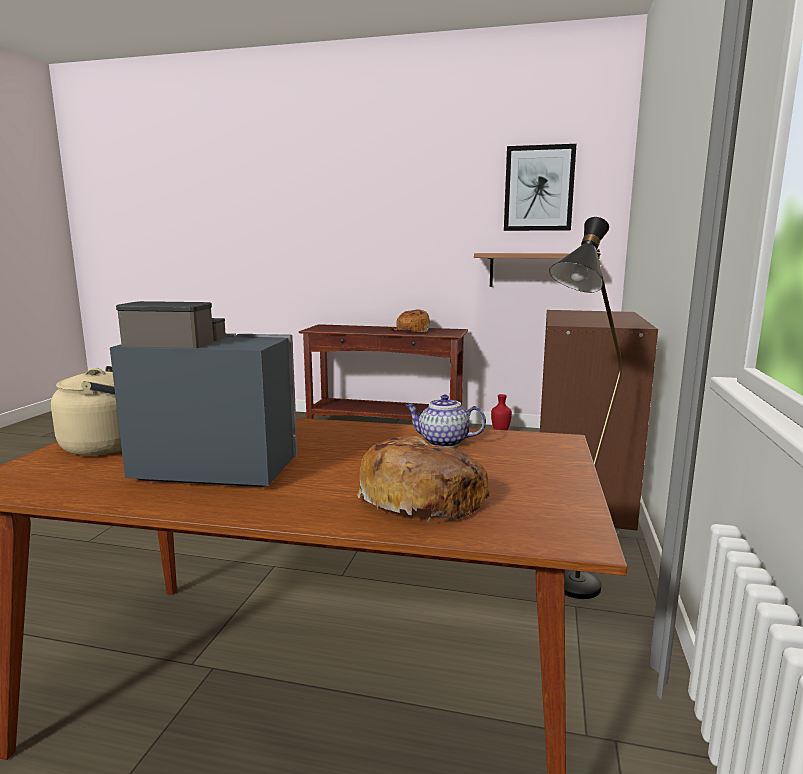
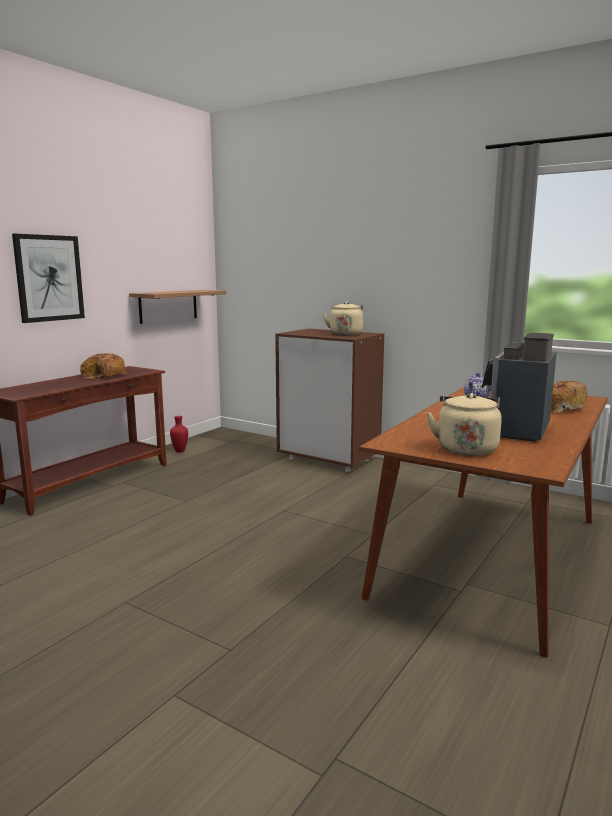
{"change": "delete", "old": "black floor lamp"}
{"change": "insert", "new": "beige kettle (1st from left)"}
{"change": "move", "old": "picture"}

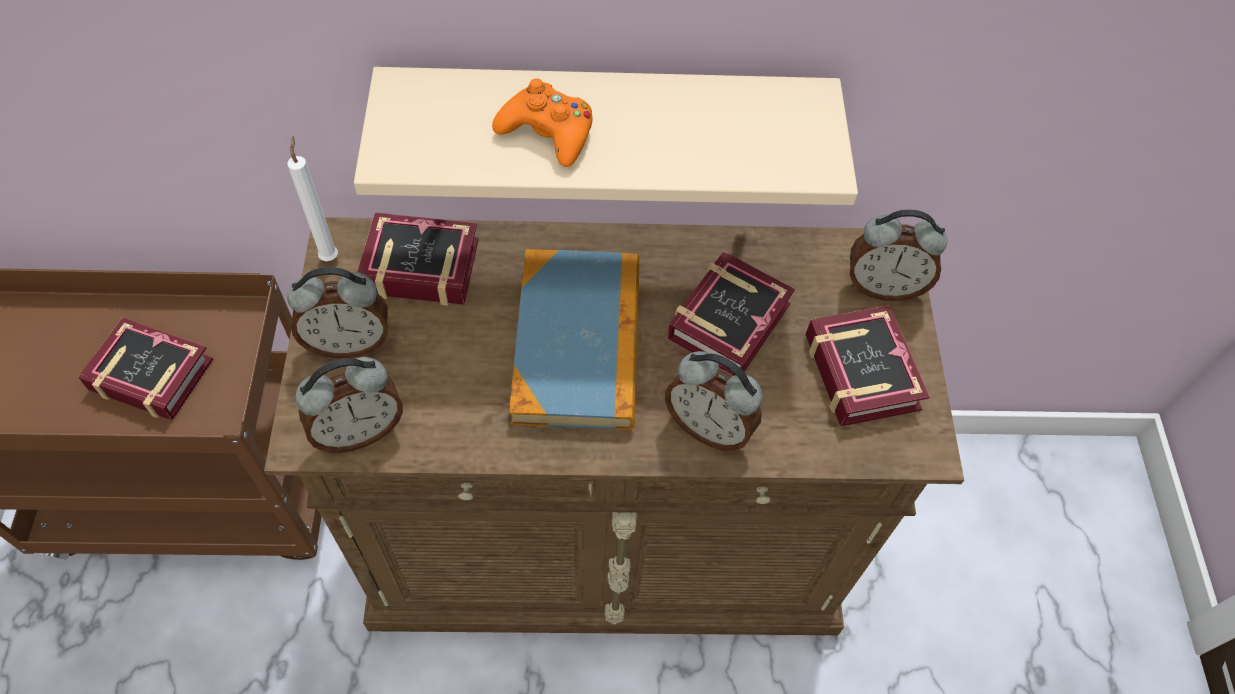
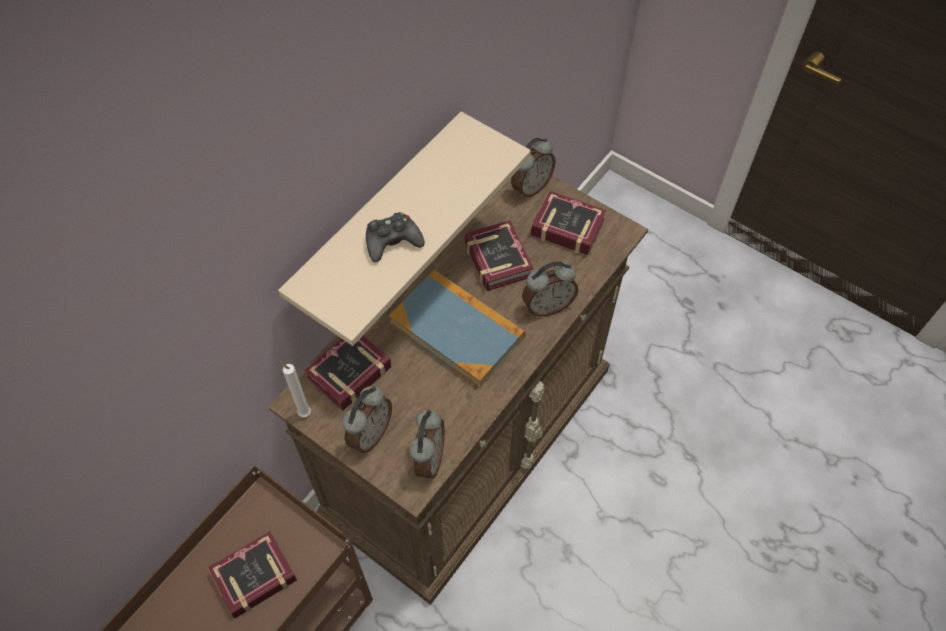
{"change": "recolor", "old": "orange game controller", "new": "black game controller"}

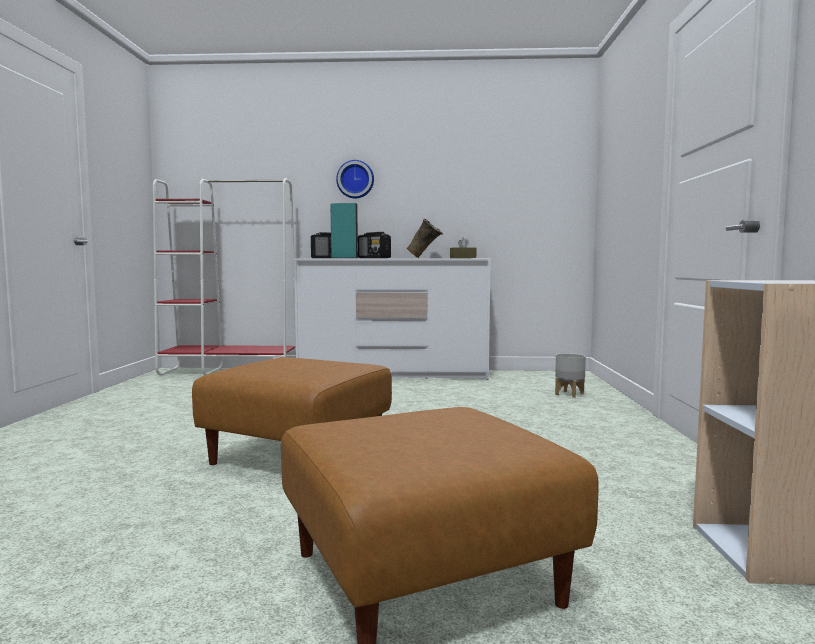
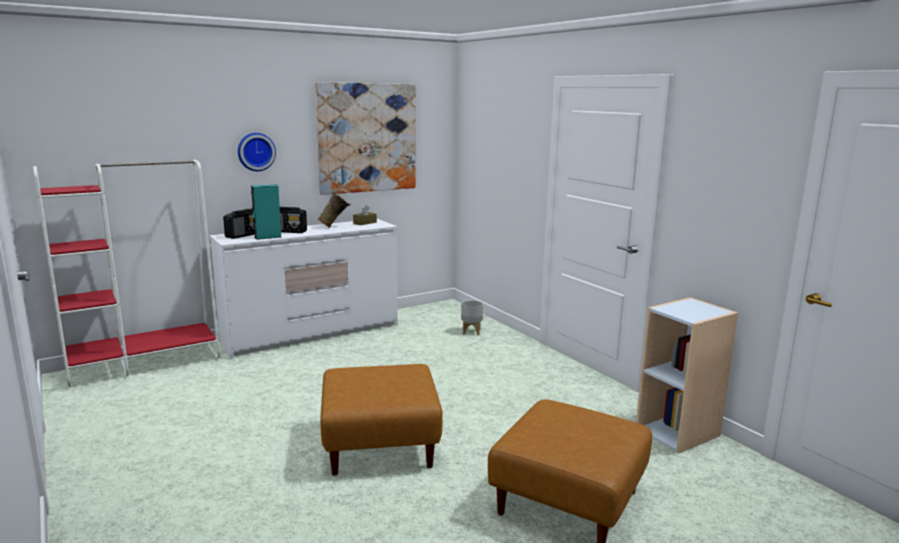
{"change": "insert", "new": "picture"}

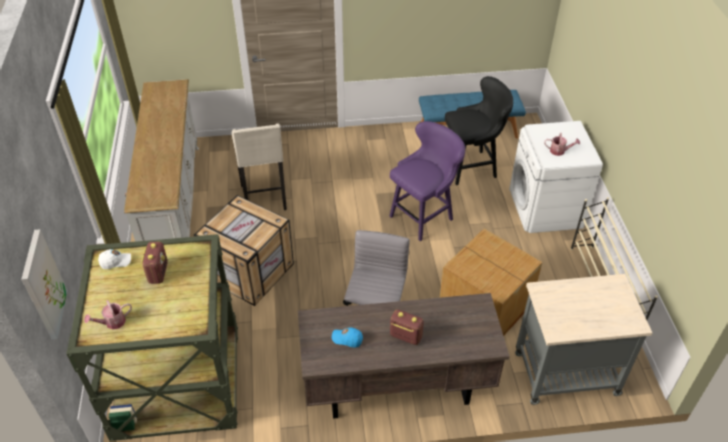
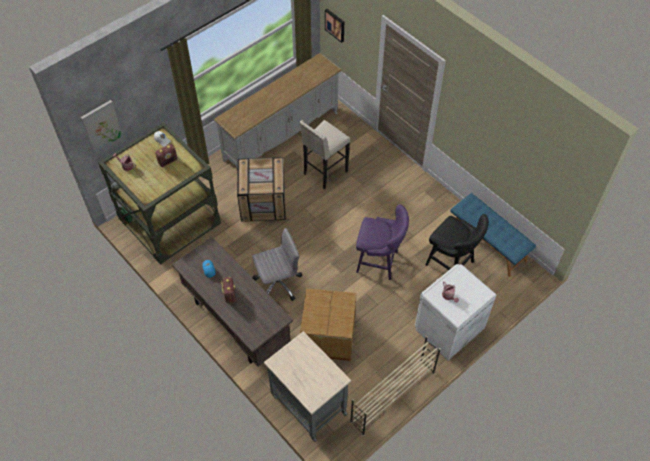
{"change": "insert", "new": "picture (2nd from left)"}

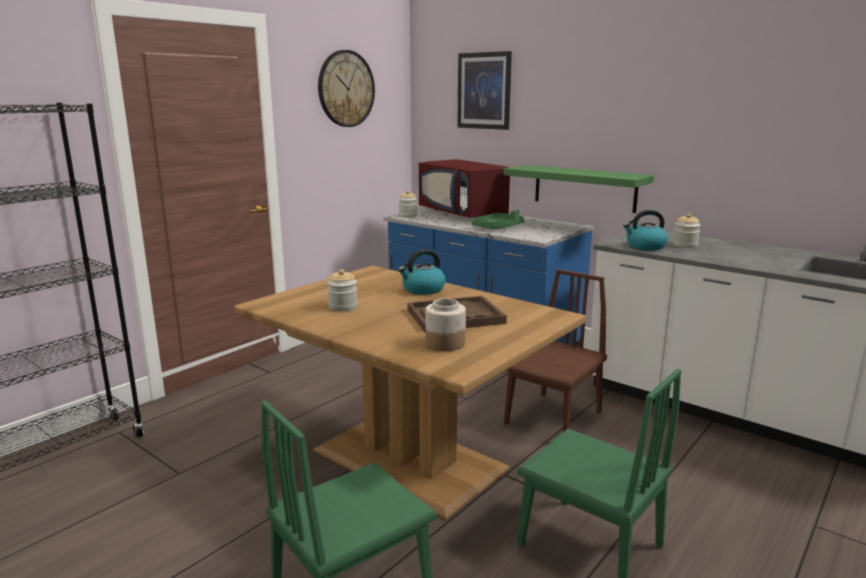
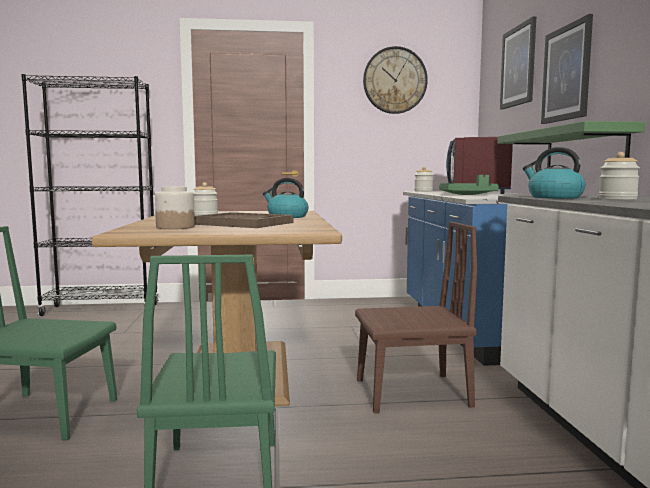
{"change": "insert", "new": "picture (2nd from left)"}

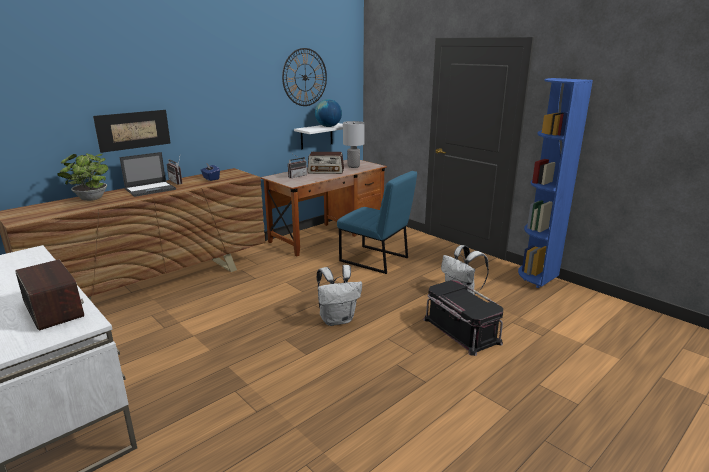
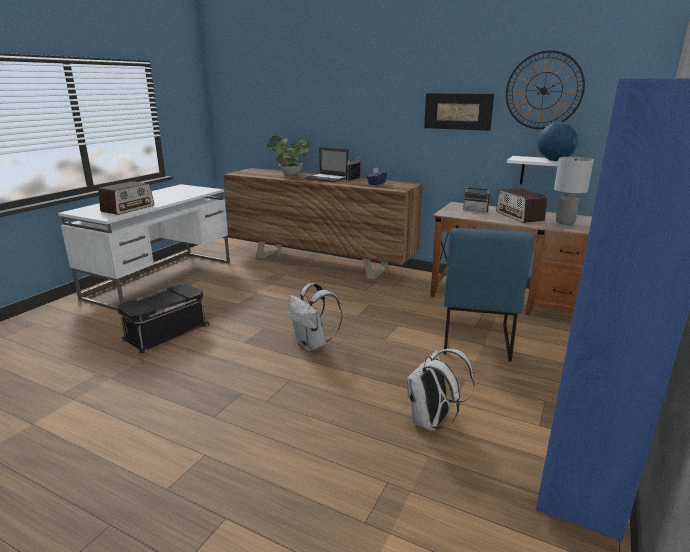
{"change": "move", "old": "picture"}
{"change": "move", "old": "black storage box"}

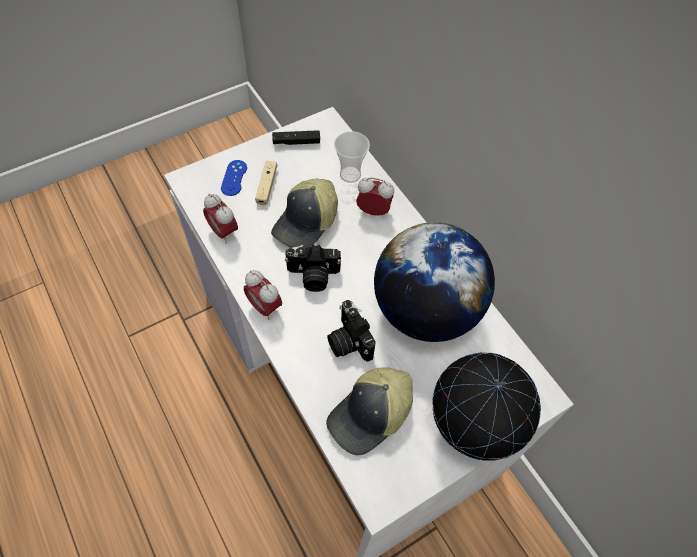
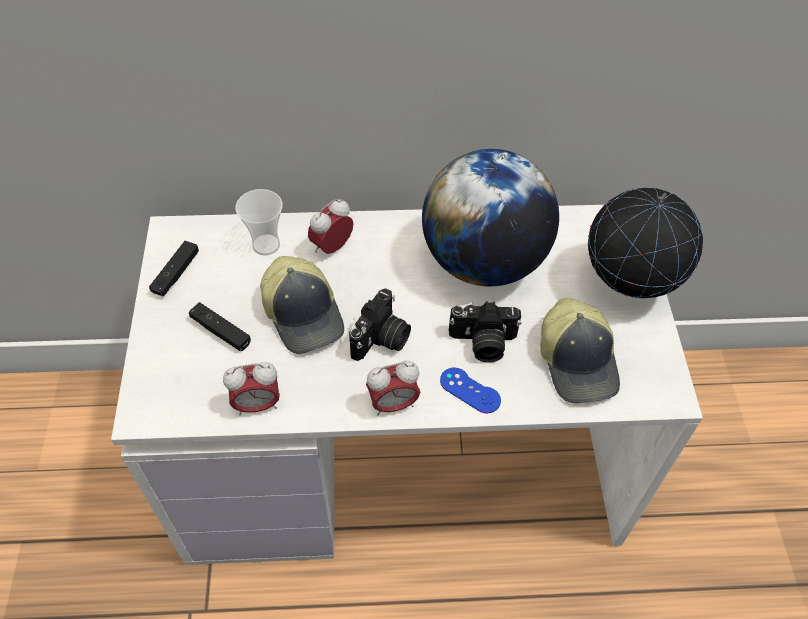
{"change": "move", "old": "blue game controller"}
{"change": "recolor", "old": "beige game controller", "new": "black game controller (2nd from left)"}

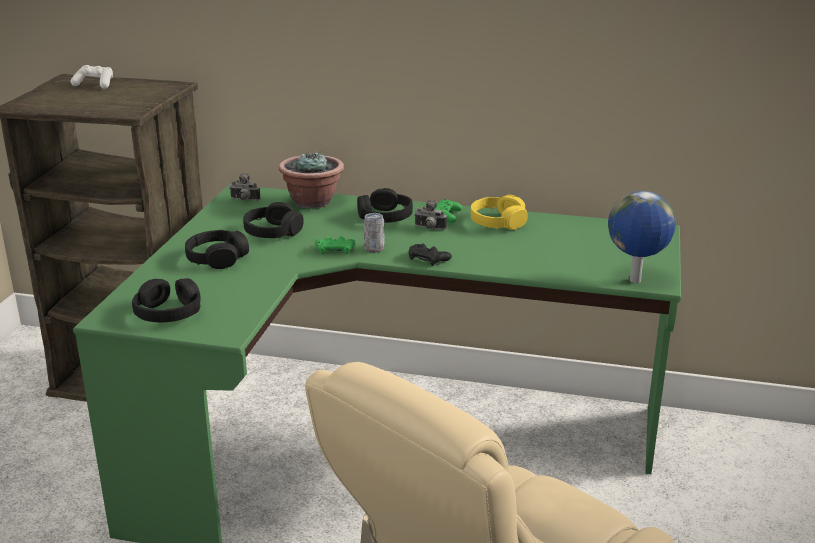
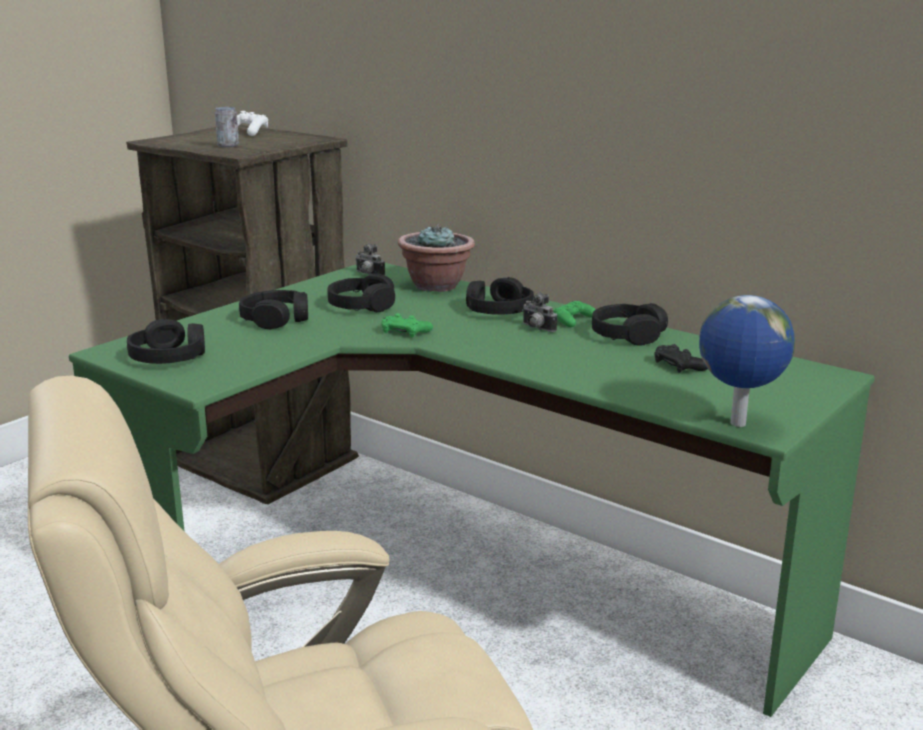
{"change": "move", "old": "can"}
{"change": "move", "old": "black game controller"}
{"change": "recolor", "old": "yellow headphones", "new": "black headphones (5th from left)"}

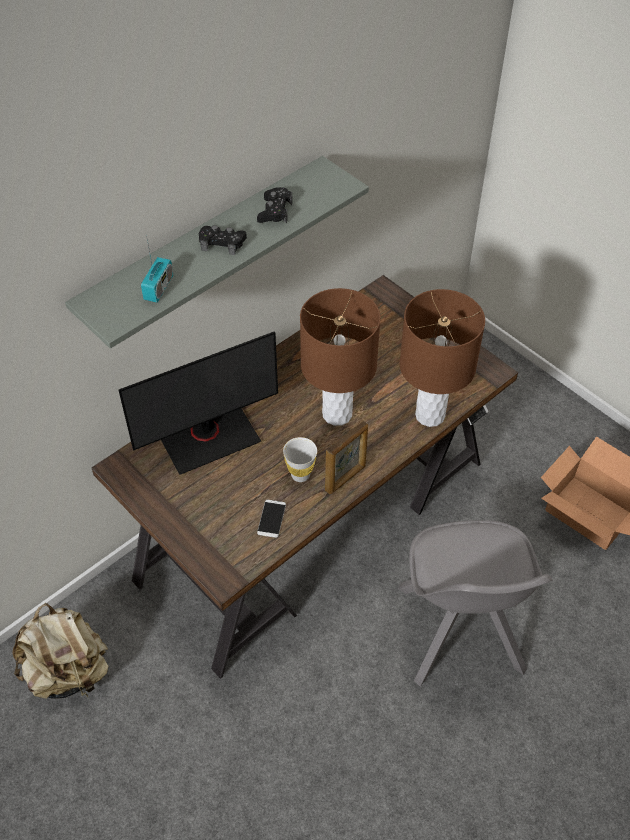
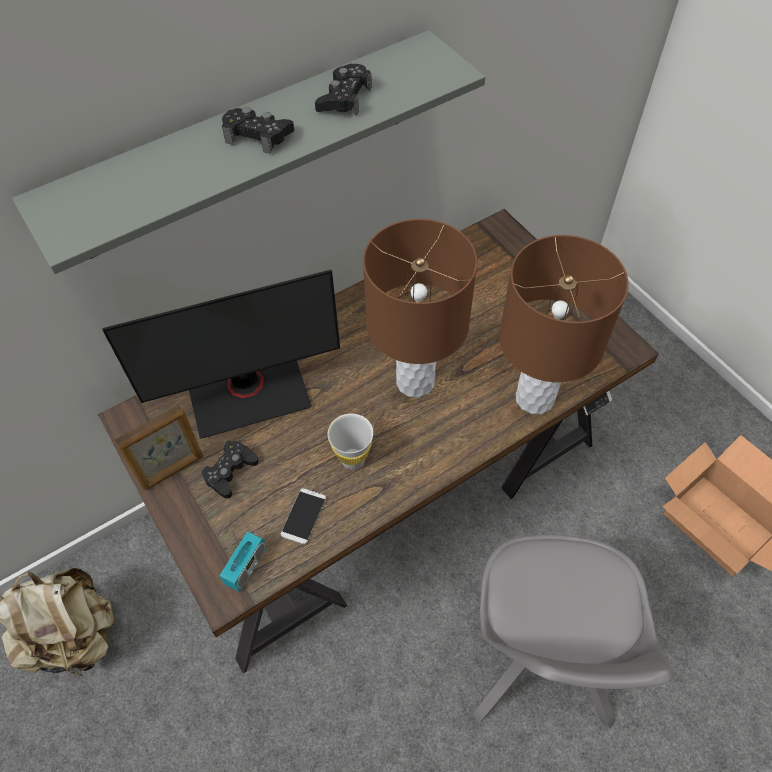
{"change": "insert", "new": "black game controller (1st from left)"}
{"change": "move", "old": "radio"}
{"change": "move", "old": "picture frame"}

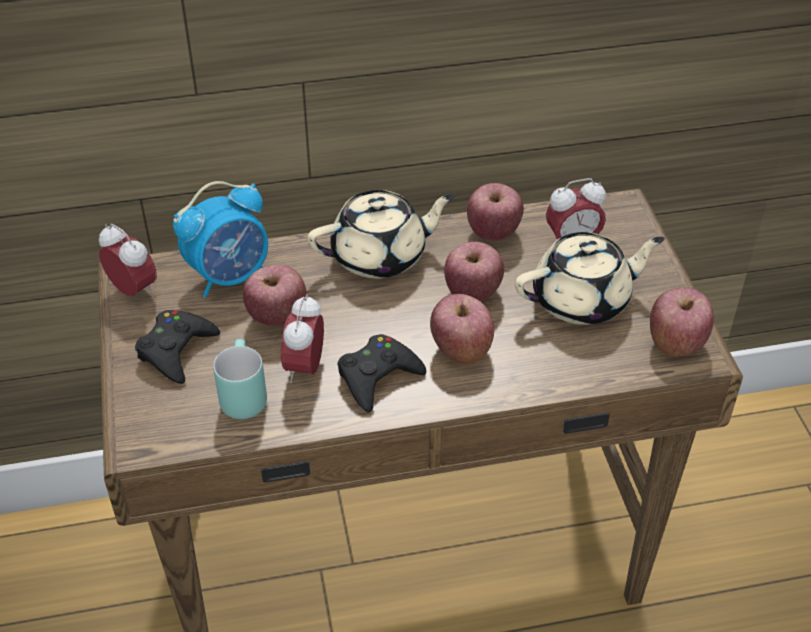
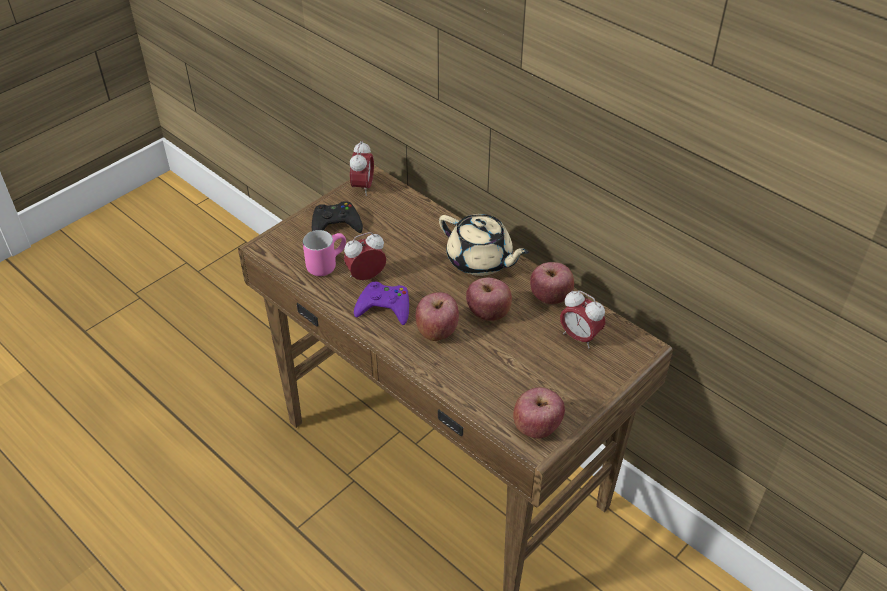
{"change": "delete", "old": "alarm clock (2nd from left)"}
{"change": "delete", "old": "apple (1st from left)"}
{"change": "delete", "old": "beige teapot (2nd from left)"}
{"change": "recolor", "old": "turquoise mug", "new": "pink mug"}
{"change": "recolor", "old": "black game controller (2nd from left)", "new": "purple game controller"}

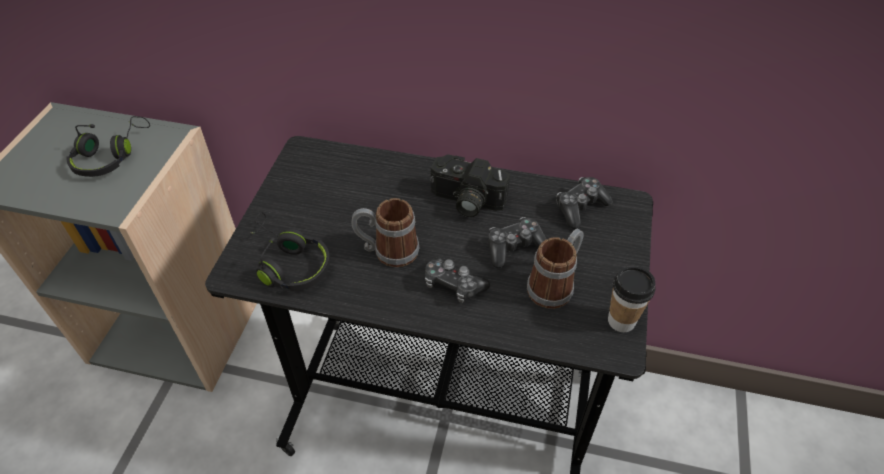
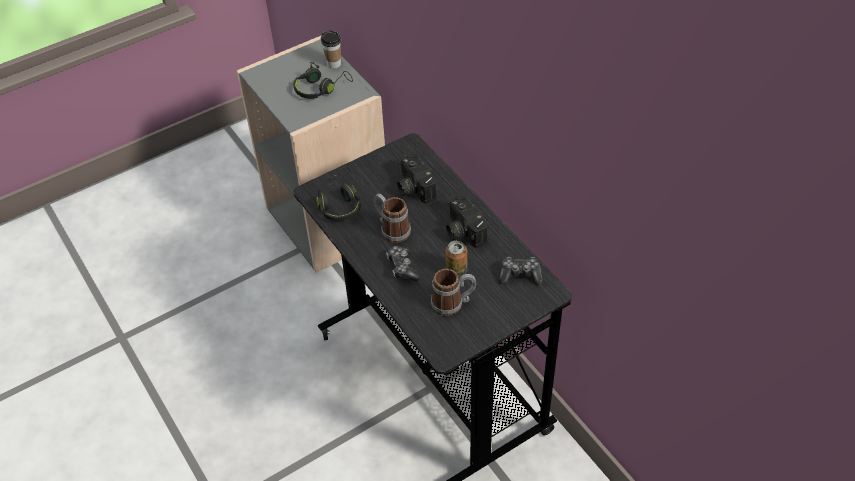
{"change": "insert", "new": "photo camera (1st from left)"}
{"change": "move", "old": "cup"}
{"change": "replace", "old": "game controller (2nd from left)", "new": "can"}

